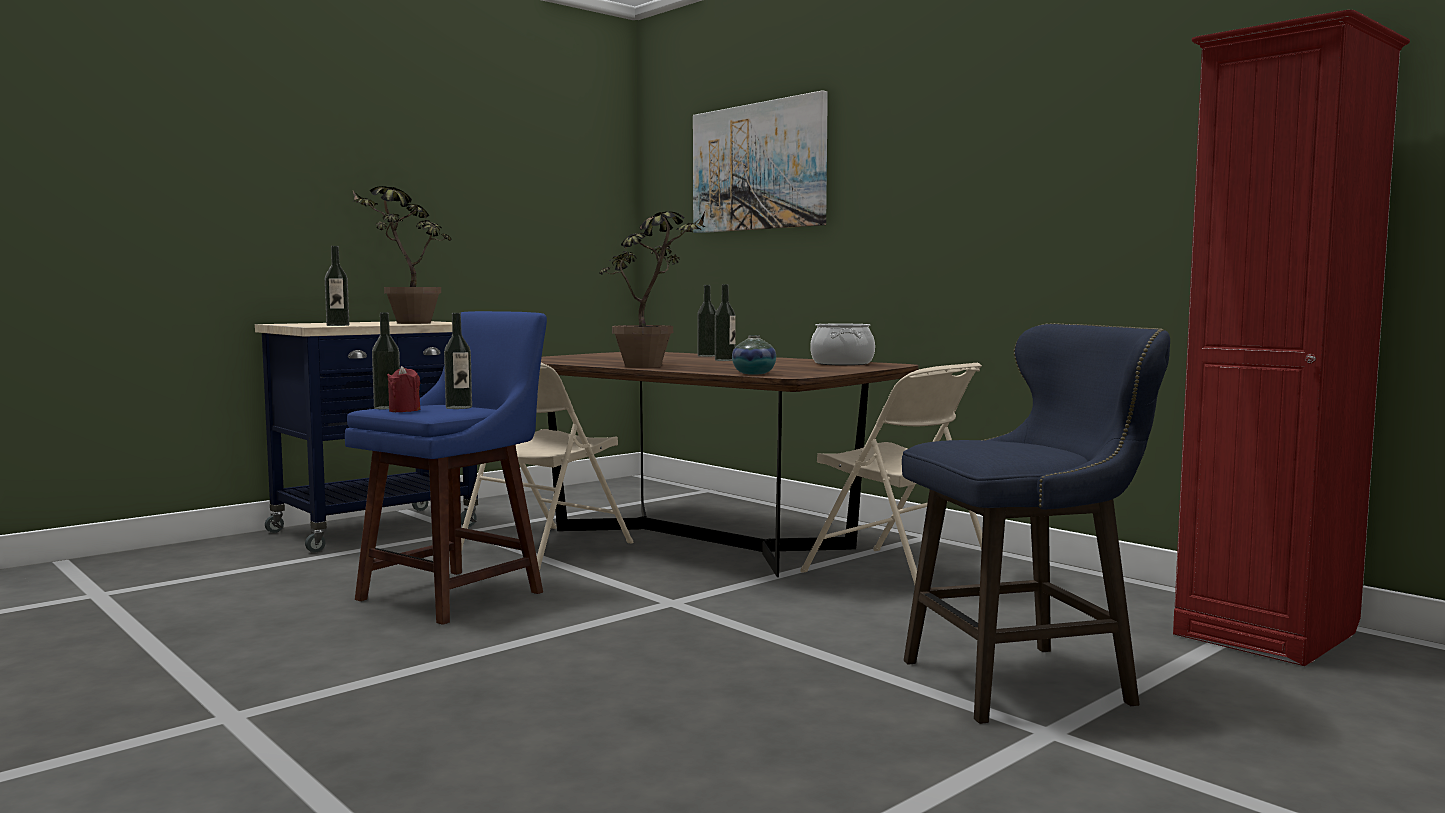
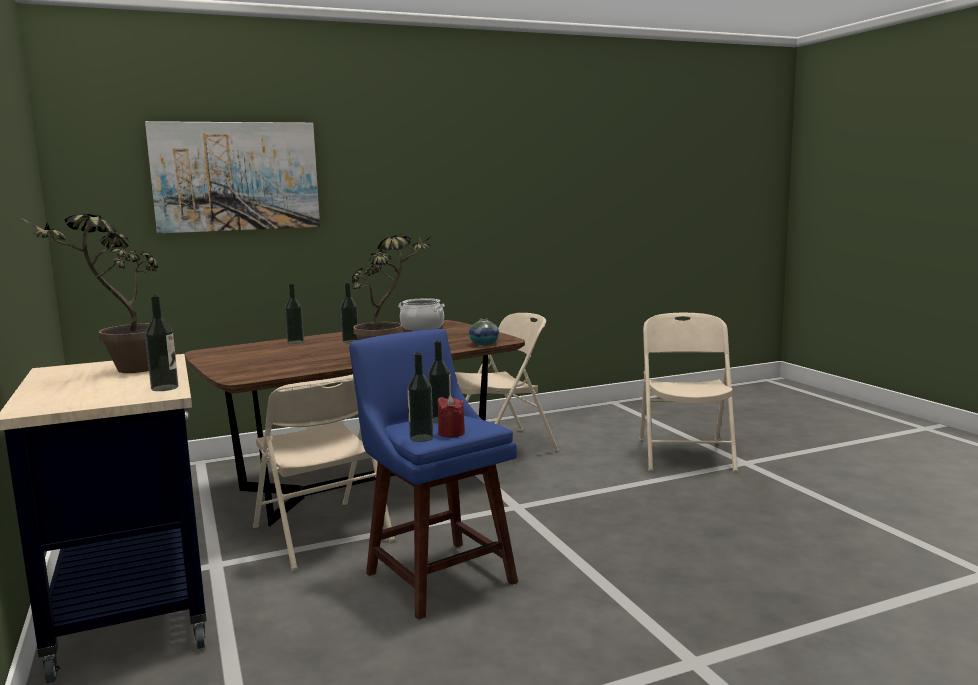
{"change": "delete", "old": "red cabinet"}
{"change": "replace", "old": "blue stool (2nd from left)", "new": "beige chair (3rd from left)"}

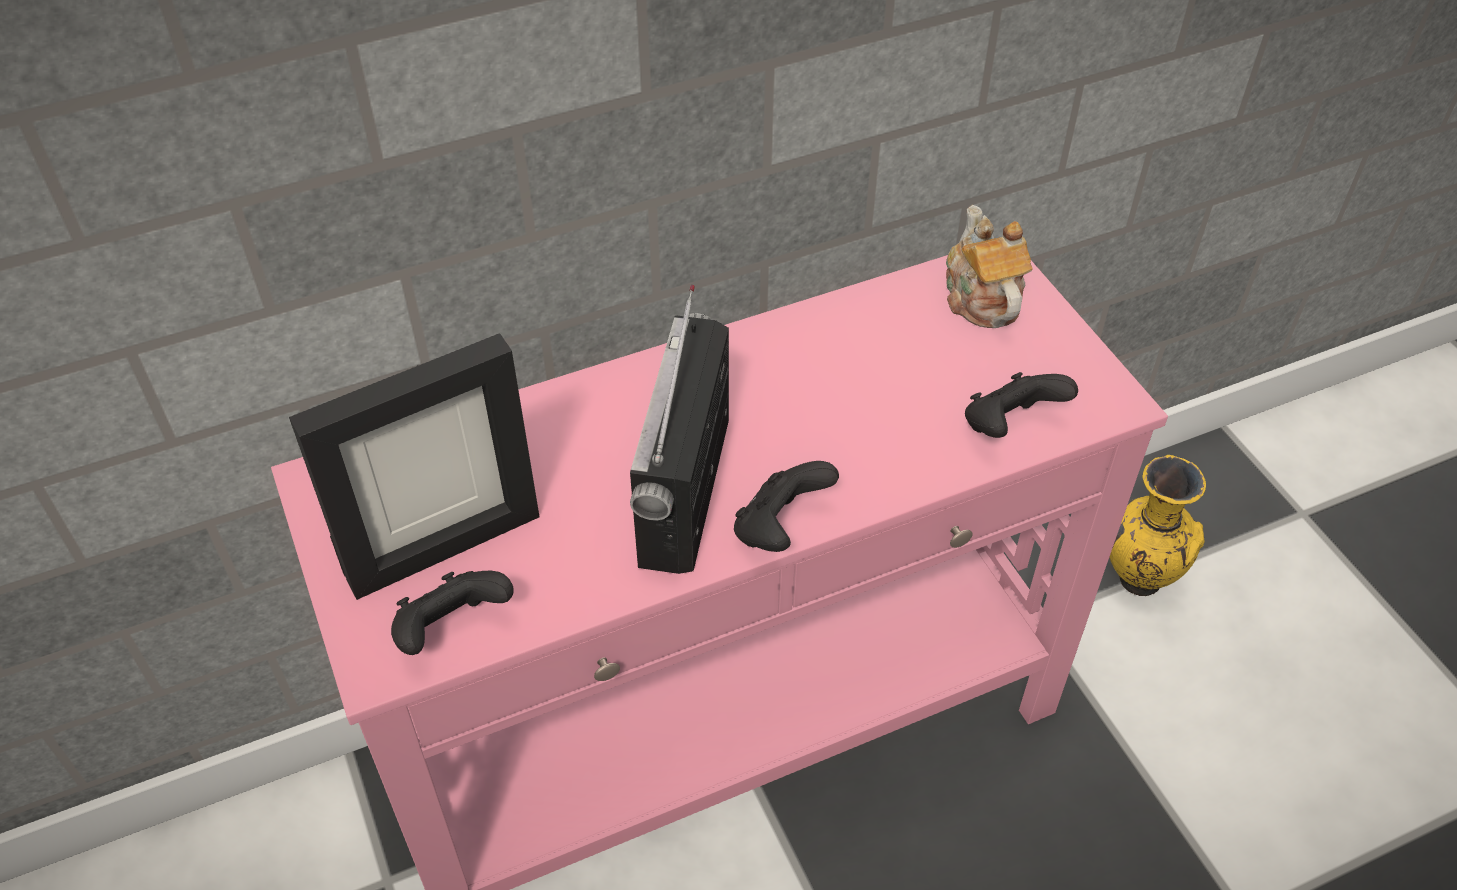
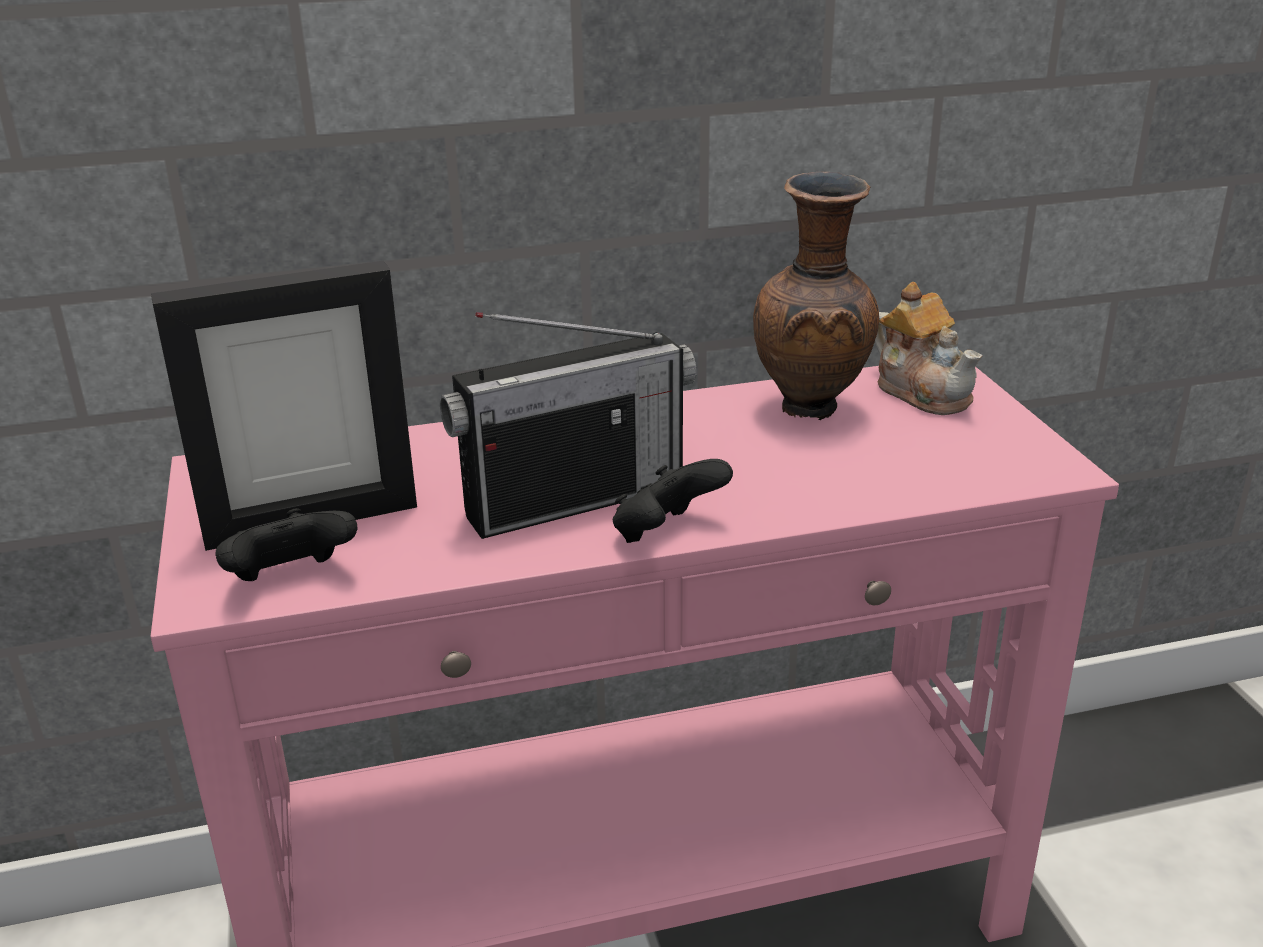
{"change": "delete", "old": "black game controller (3rd from left)"}
{"change": "delete", "old": "yellow vase"}
{"change": "insert", "new": "brown vase"}
{"change": "rotate", "old": "radio", "degrees": -135}
{"change": "rotate", "old": "teapot", "degrees": 150}

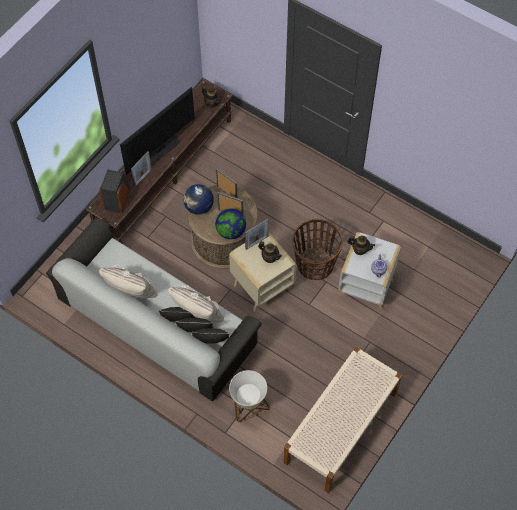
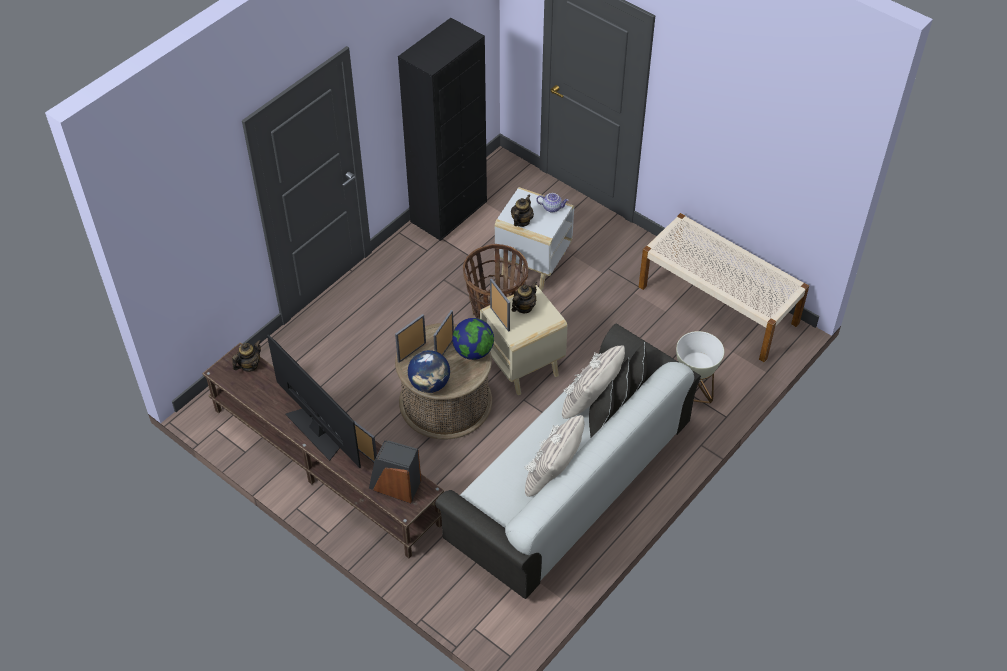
{"change": "insert", "new": "black cabinet"}

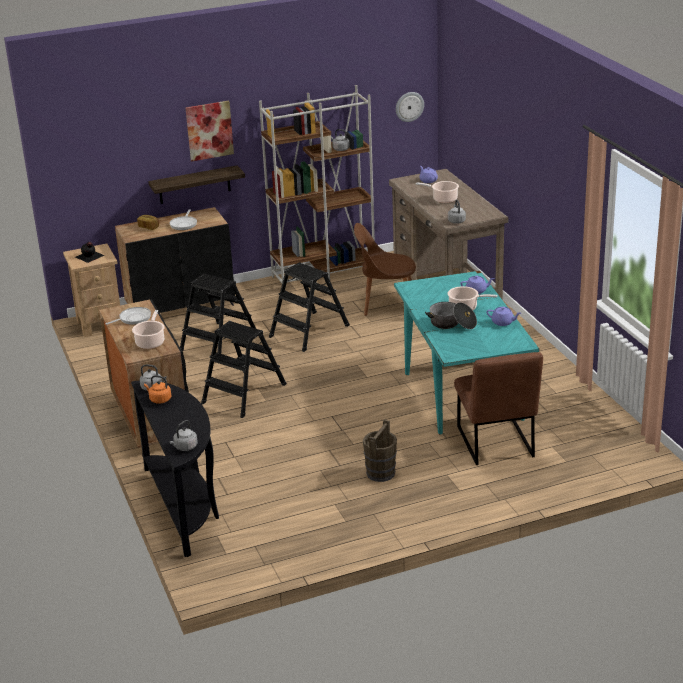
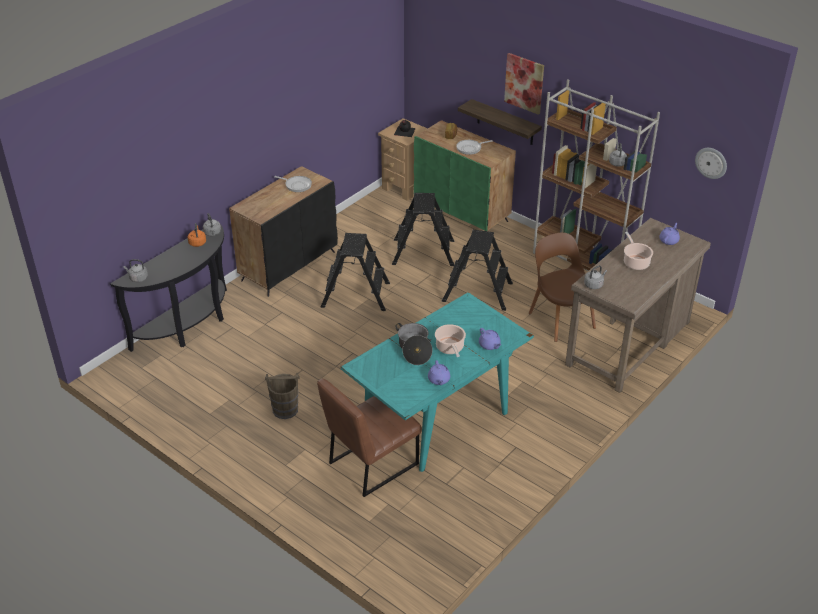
{"change": "delete", "old": "cooking pot (1st from left)"}
{"change": "recolor", "old": "black cabinet (2nd from left)", "new": "green cabinet"}

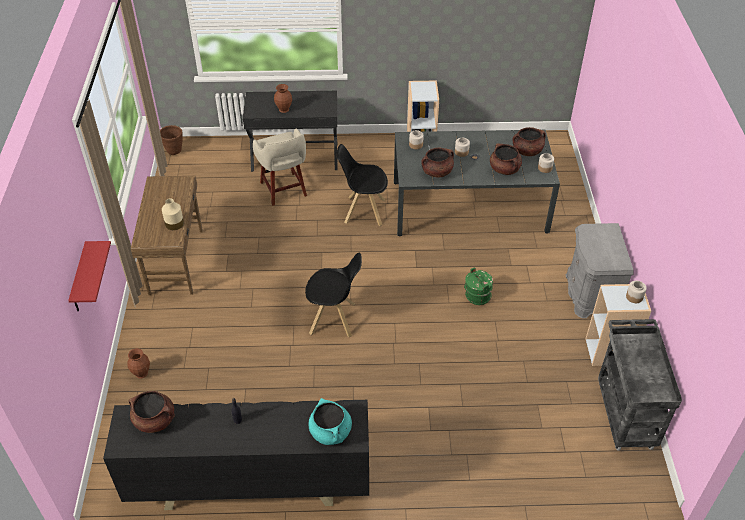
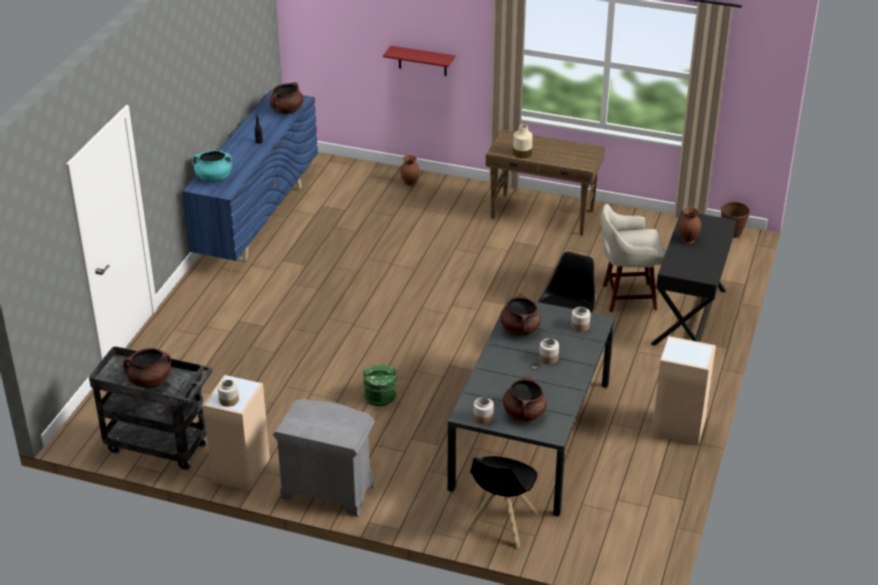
{"change": "move", "old": "black chair (1st from left)"}
{"change": "move", "old": "brown cooking pot (3rd from left in the first image)", "new": "brown cooking pot (1st from left)"}
{"change": "recolor", "old": "black cabinet", "new": "blue cabinet"}

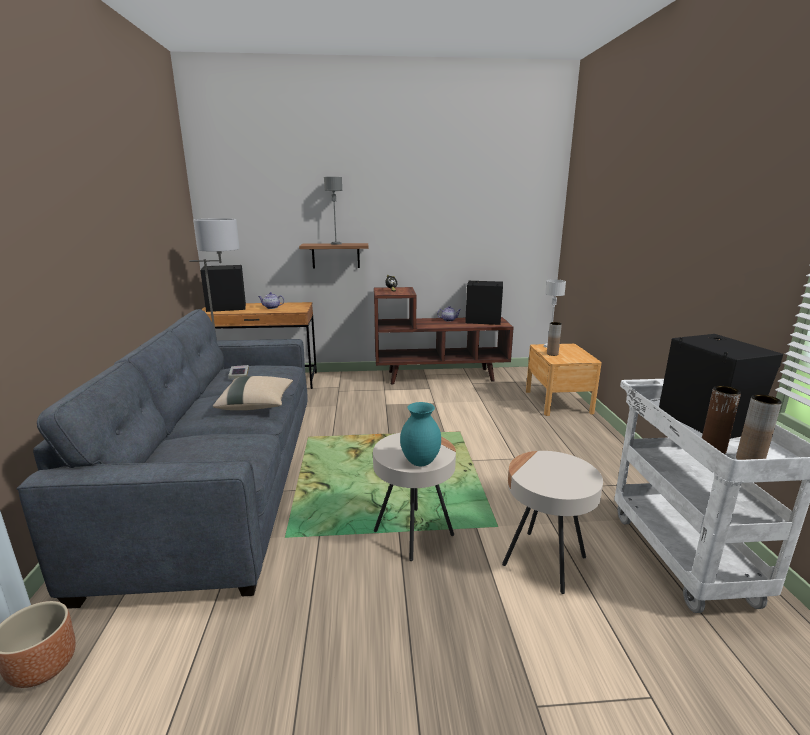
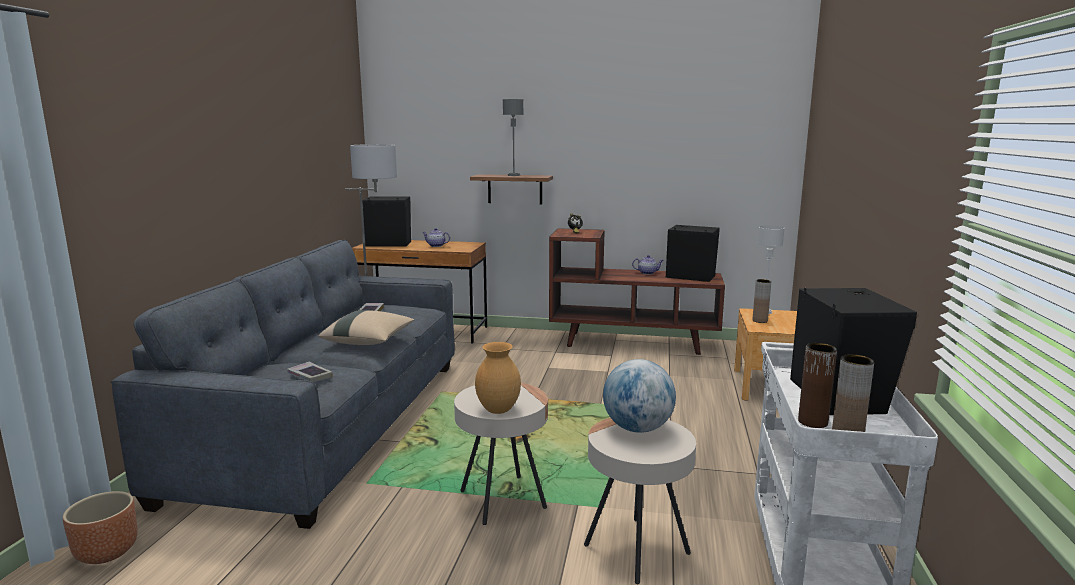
{"change": "insert", "new": "book (1st from left)"}
{"change": "insert", "new": "globe"}
{"change": "recolor", "old": "turquoise vase", "new": "brown vase (1st from left)"}

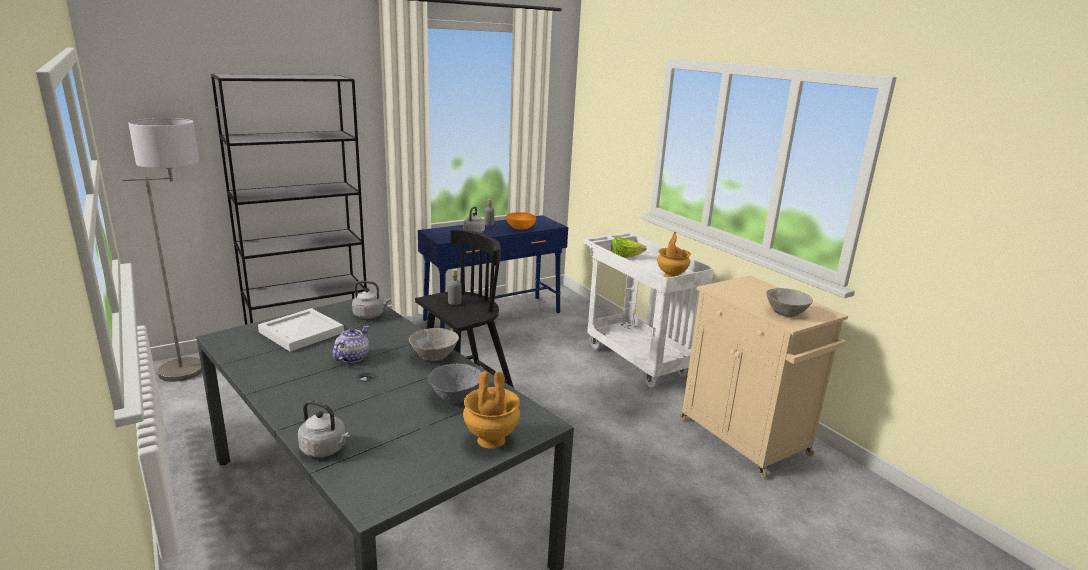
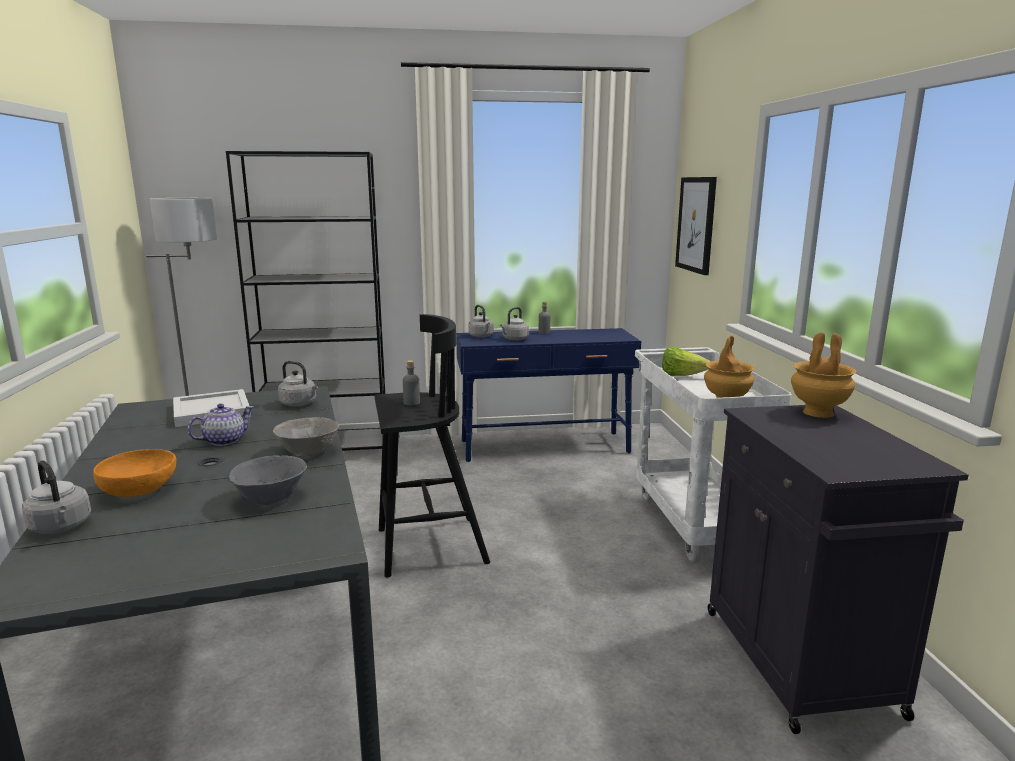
{"change": "delete", "old": "grey bowl (3rd from left)"}
{"change": "insert", "new": "grey kettle (3rd from left)"}
{"change": "insert", "new": "picture"}
{"change": "move", "old": "brown vase (1st from left in the first image)", "new": "brown vase (2nd from left)"}
{"change": "move", "old": "orange bowl"}
{"change": "recolor", "old": "beige cabinet", "new": "black cabinet"}

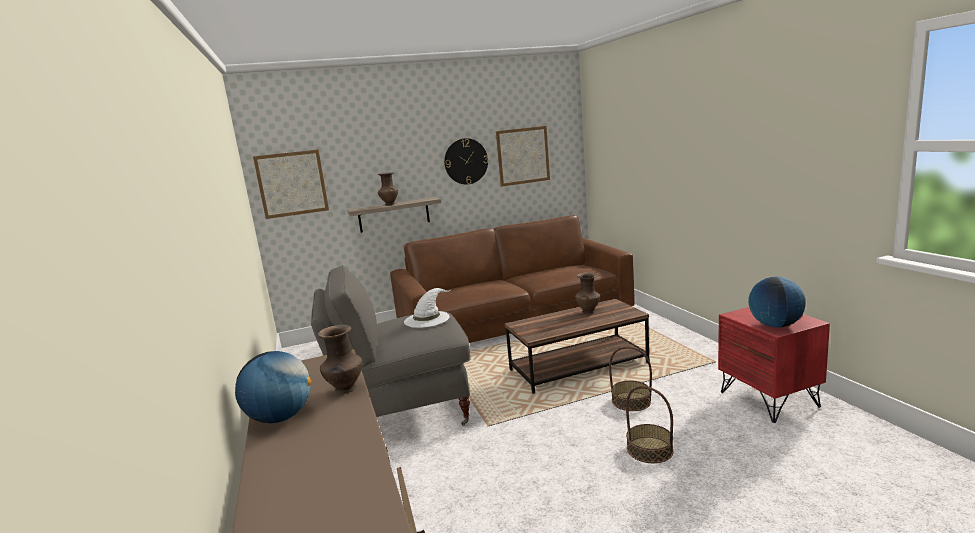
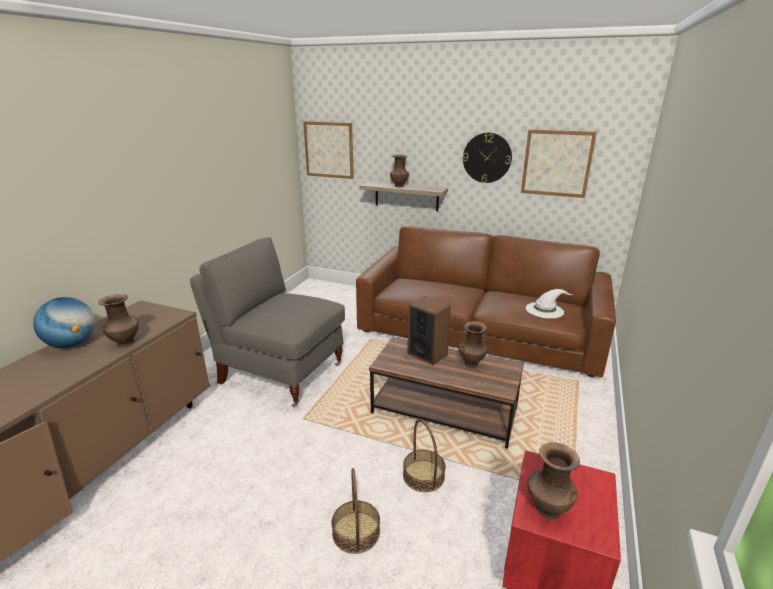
{"change": "insert", "new": "speaker"}
{"change": "move", "old": "white hat"}
{"change": "replace", "old": "globe (2nd from left)", "new": "brown vase (4th from left)"}

